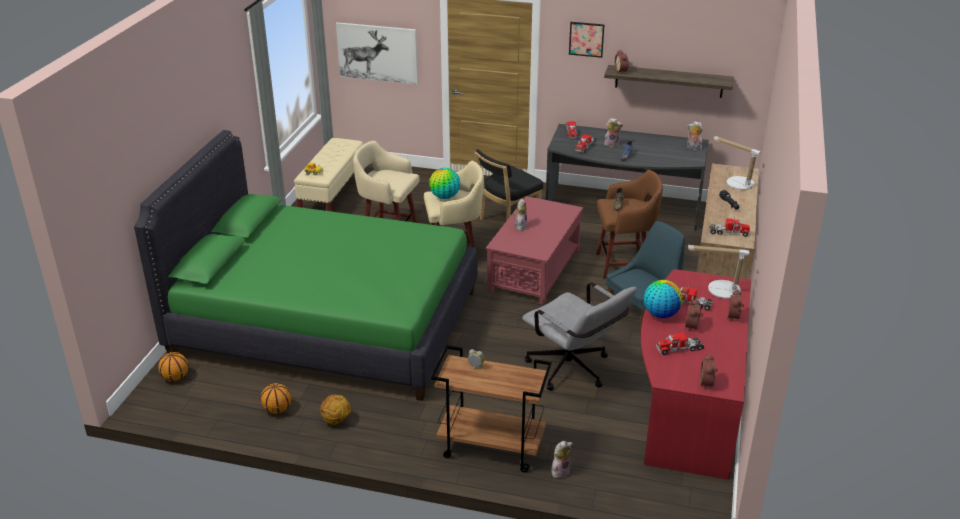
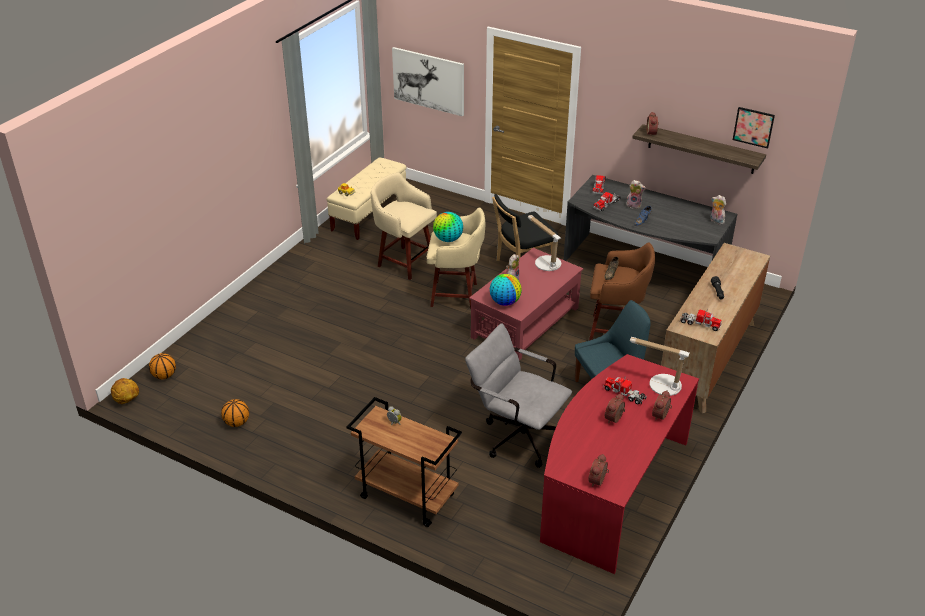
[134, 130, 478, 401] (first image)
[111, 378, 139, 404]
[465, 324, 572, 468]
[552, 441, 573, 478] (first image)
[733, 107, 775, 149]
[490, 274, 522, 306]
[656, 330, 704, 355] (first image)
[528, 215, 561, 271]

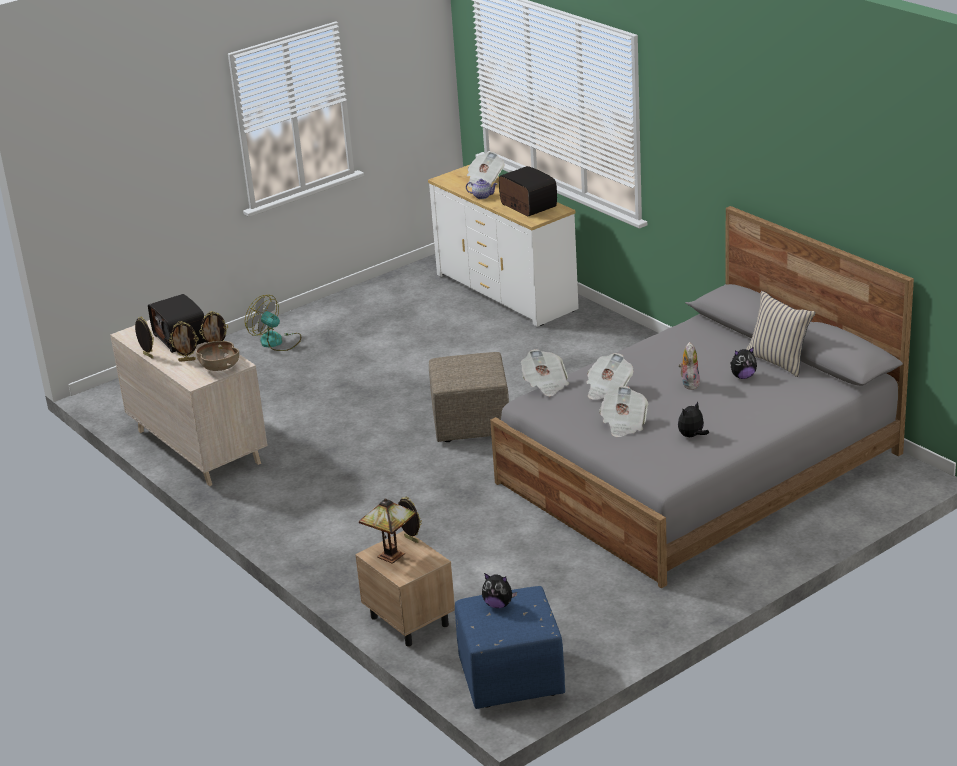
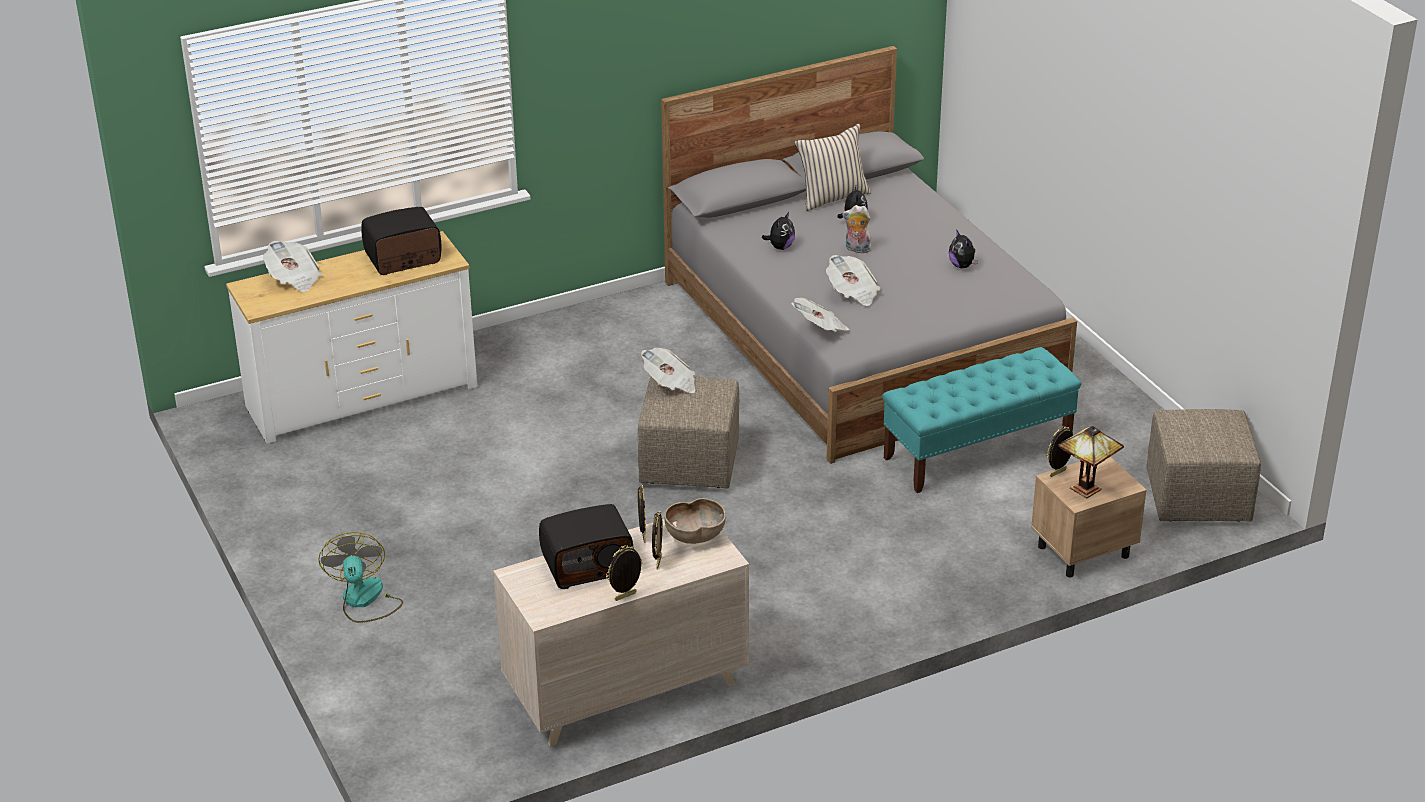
[318, 532, 403, 623]
[1146, 409, 1261, 522]
[466, 179, 497, 199] (first image)
[762, 212, 795, 250]
[641, 348, 695, 393]
[882, 347, 1081, 493]

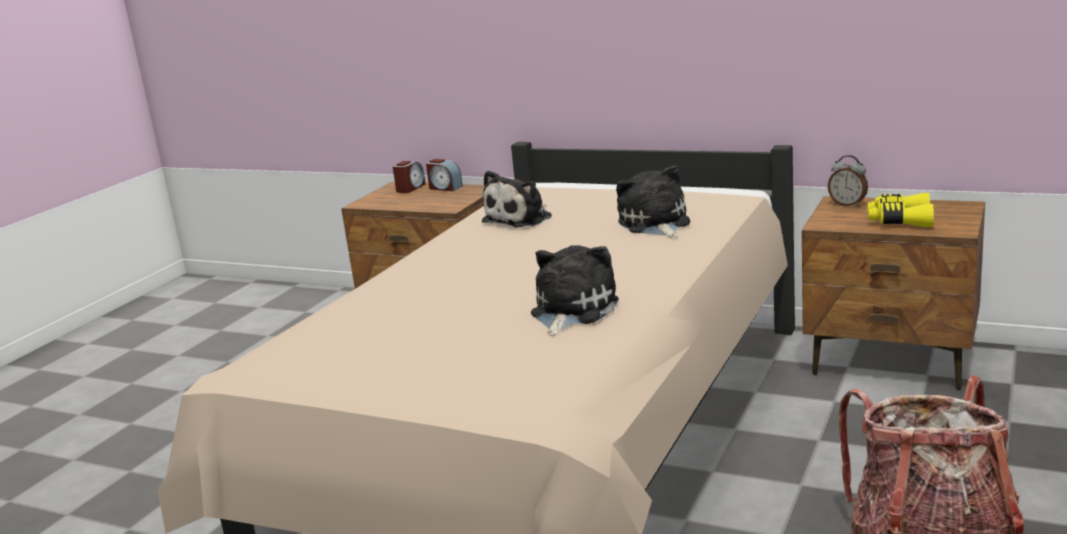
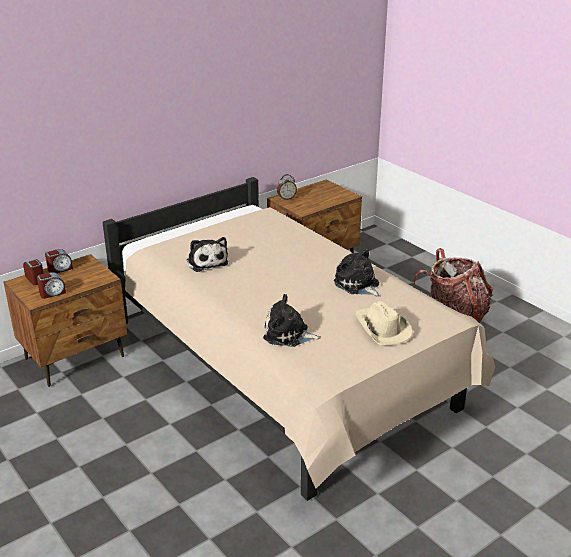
[263, 294, 322, 347]
[867, 193, 934, 227] (first image)
[37, 272, 66, 299]
[354, 301, 412, 345]

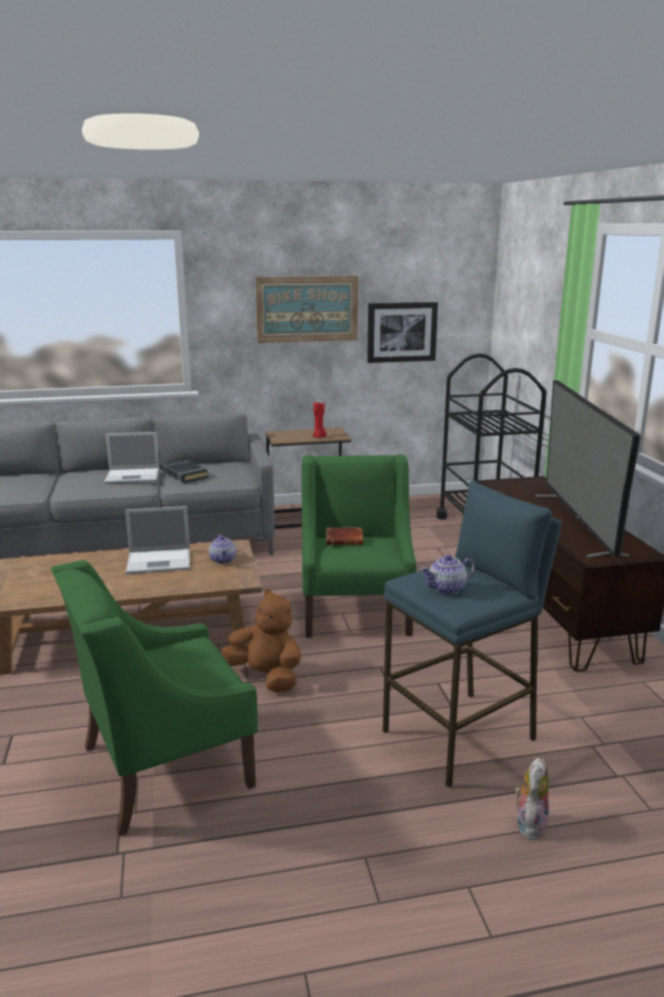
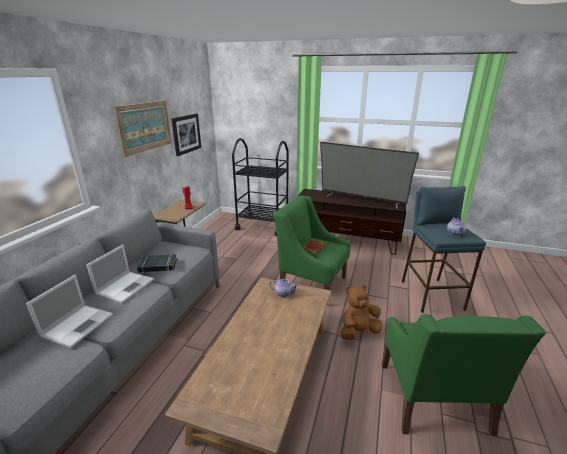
[26, 275, 113, 348]
[515, 757, 549, 840] (first image)

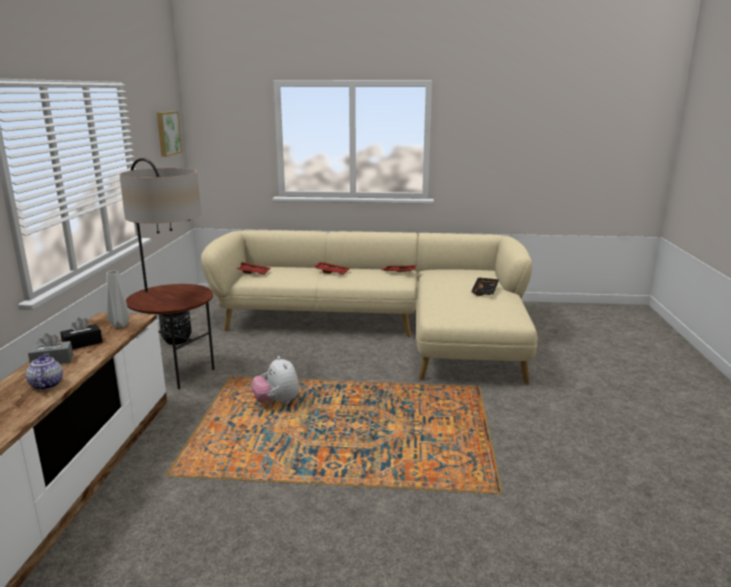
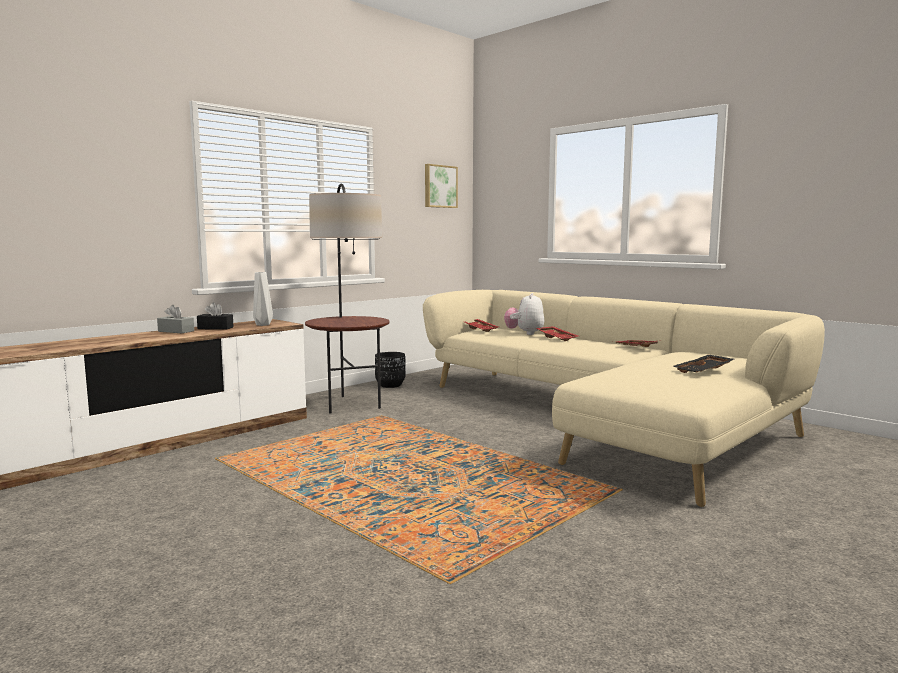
[26, 353, 63, 390] (first image)
[504, 293, 544, 335]

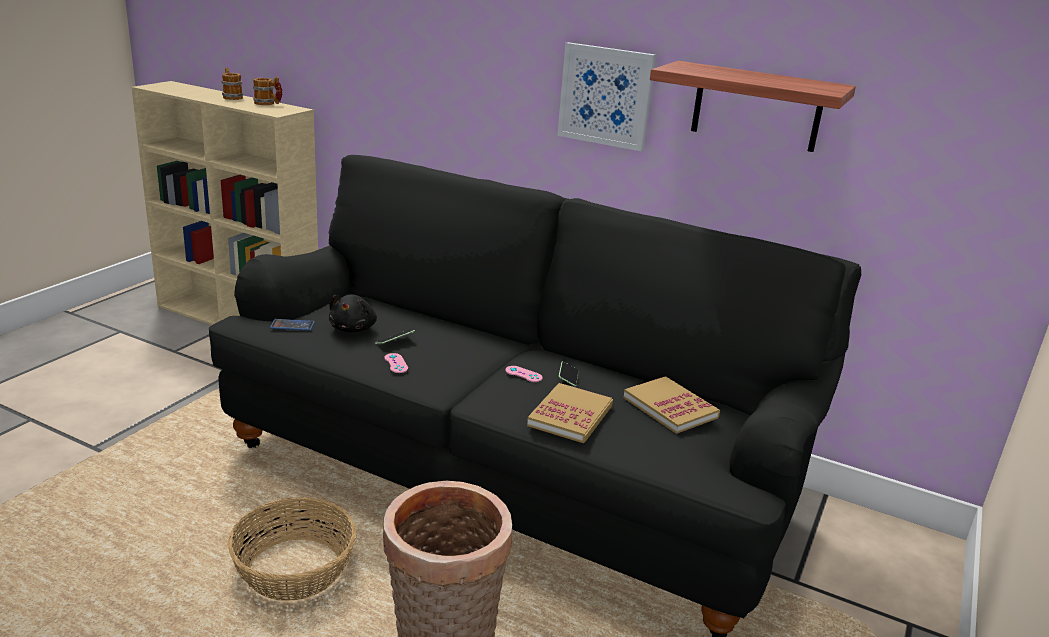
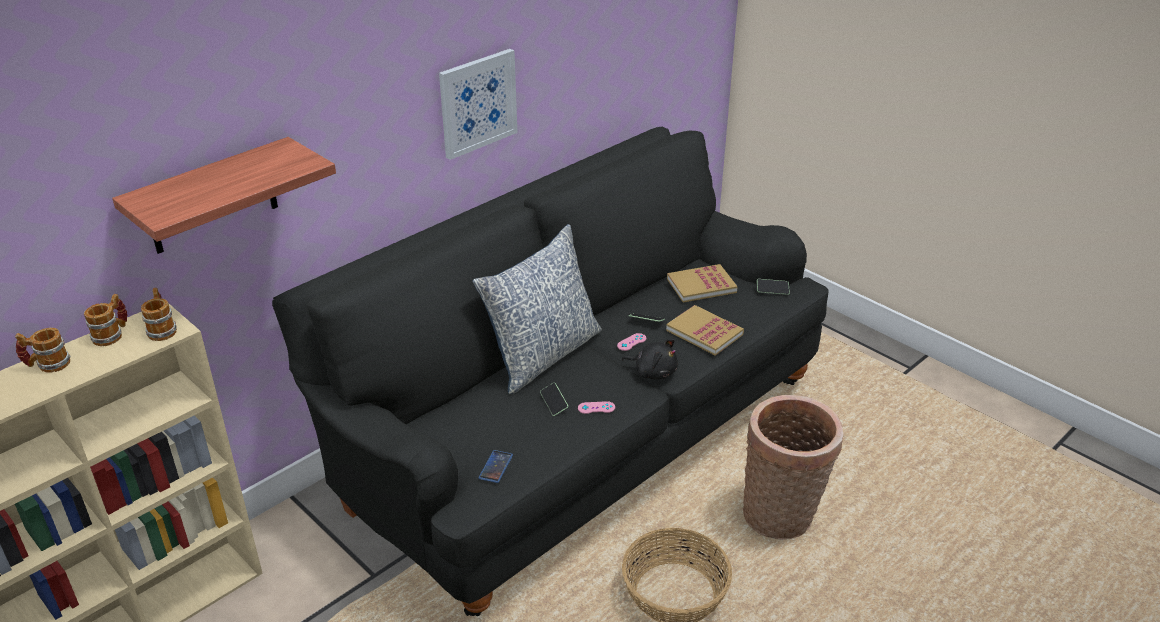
[622, 339, 678, 379]
[112, 137, 336, 254]
[141, 288, 177, 341]
[472, 224, 602, 394]
[757, 279, 790, 295]

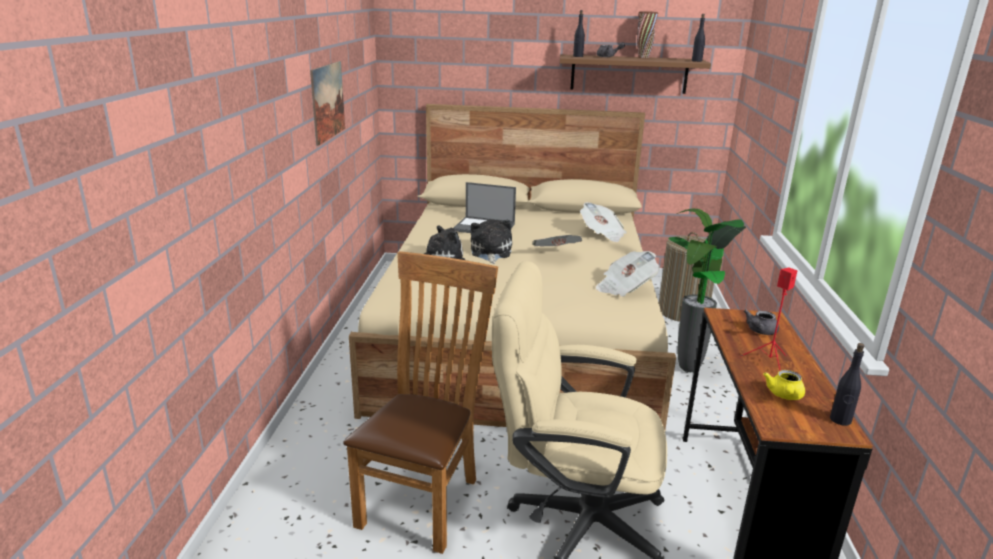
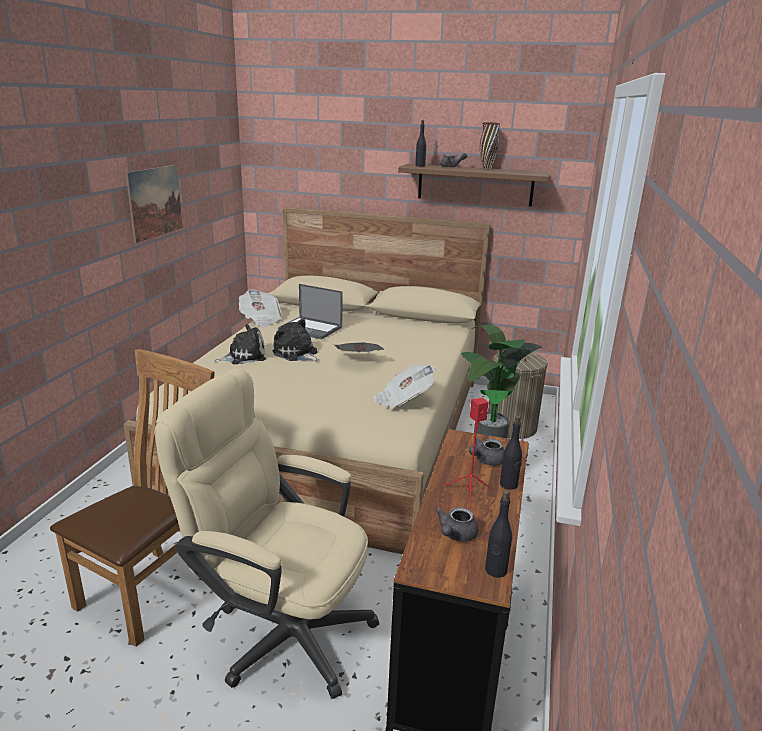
[272, 318, 320, 361]
[239, 289, 282, 328]
[500, 416, 522, 490]
[435, 507, 478, 542]

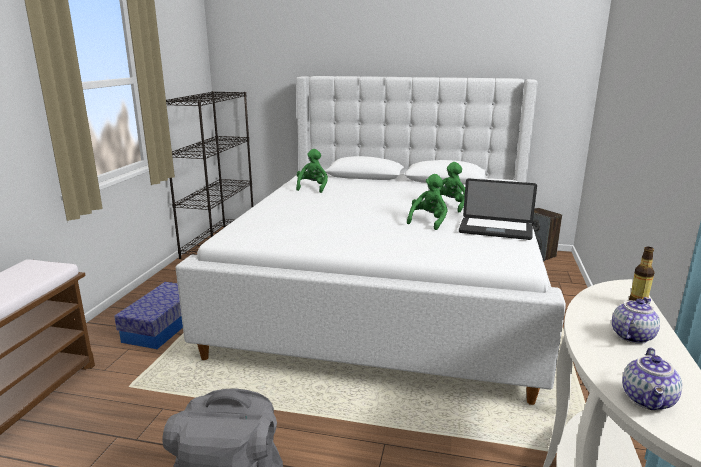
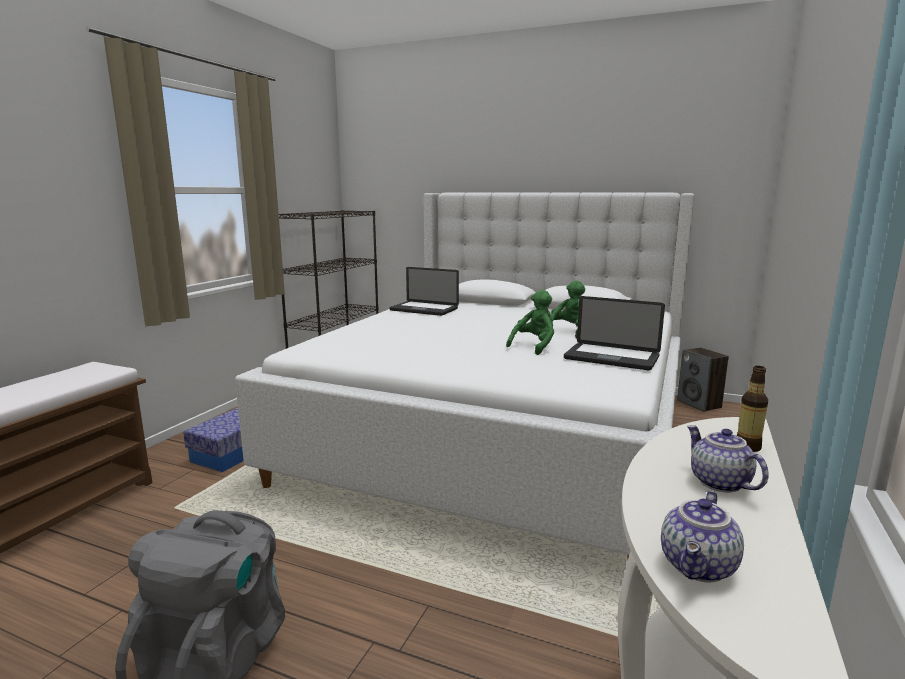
[390, 267, 459, 316]
[687, 425, 769, 493]

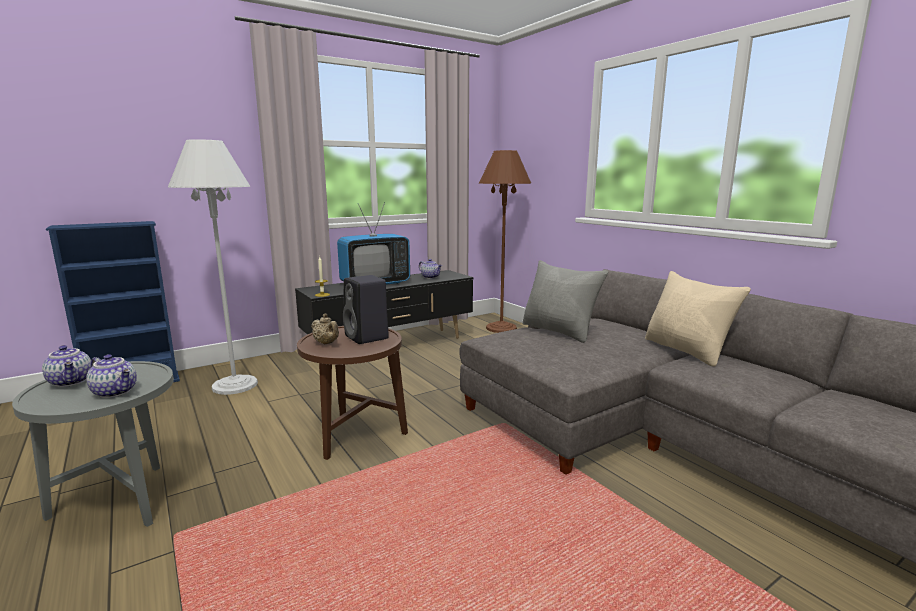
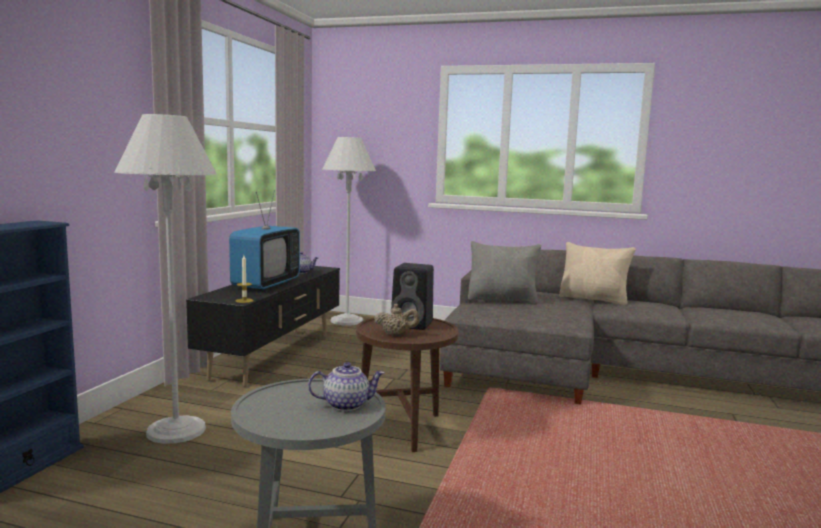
[42, 345, 91, 387] (first image)
[322, 137, 376, 326]

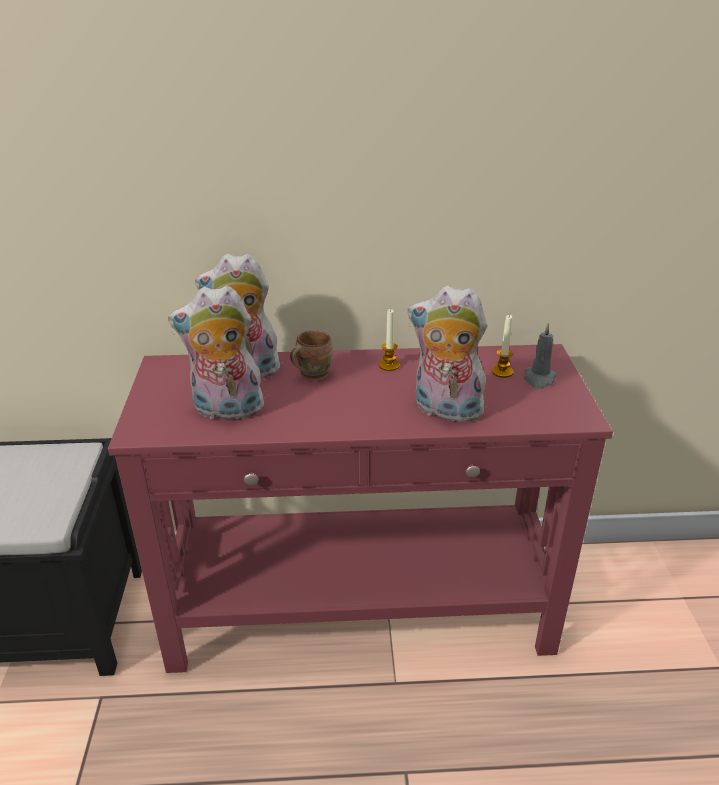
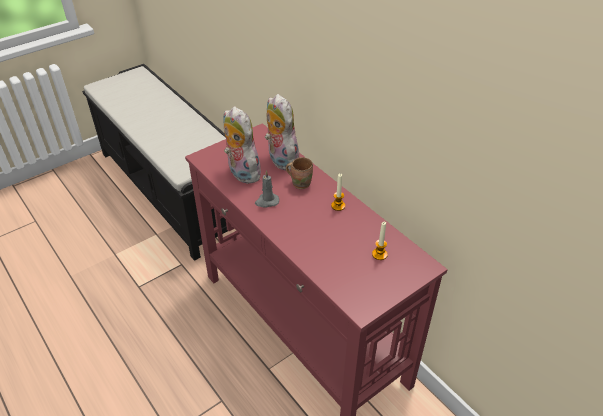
[408, 286, 488, 422] (first image)
[255, 171, 279, 208]

